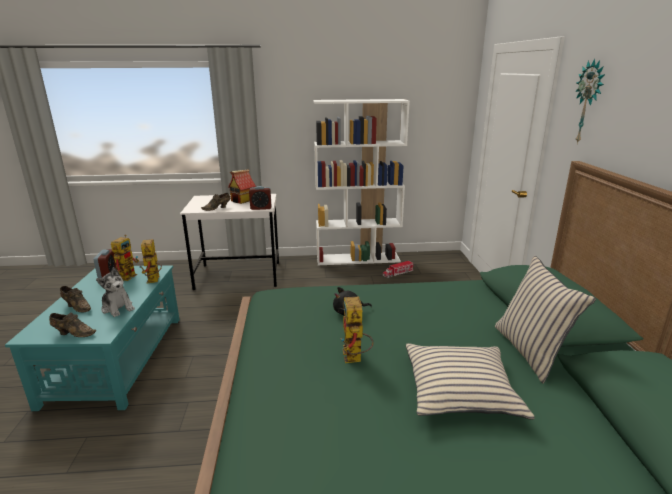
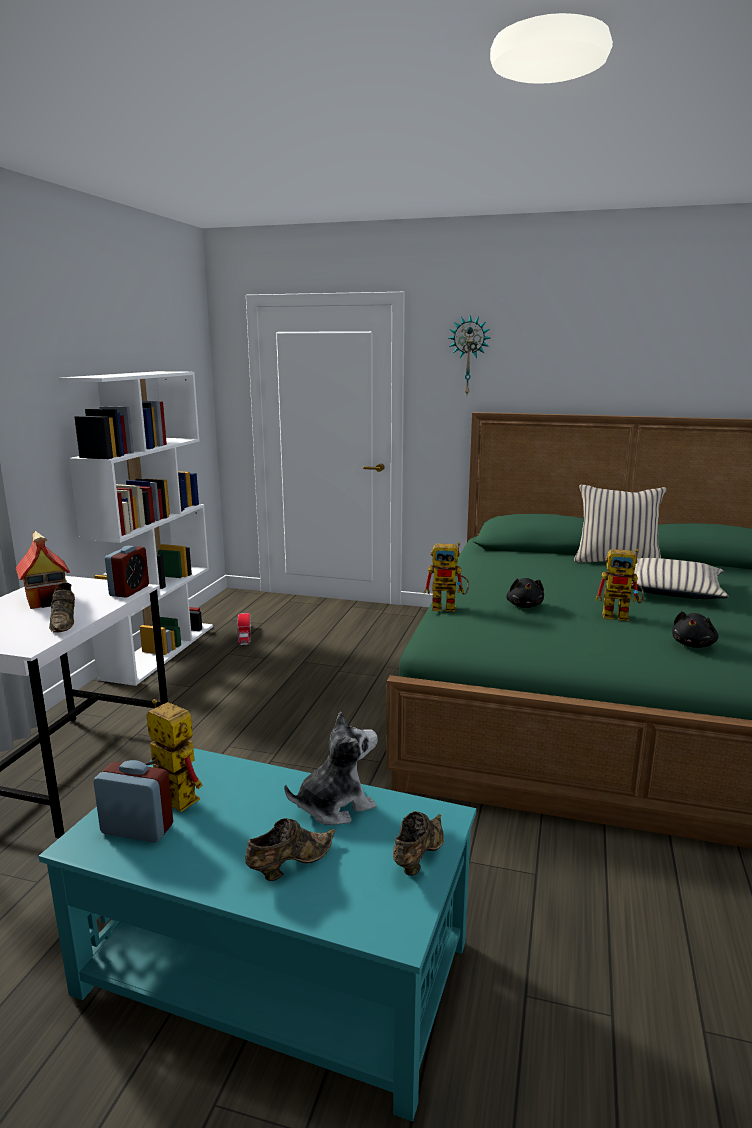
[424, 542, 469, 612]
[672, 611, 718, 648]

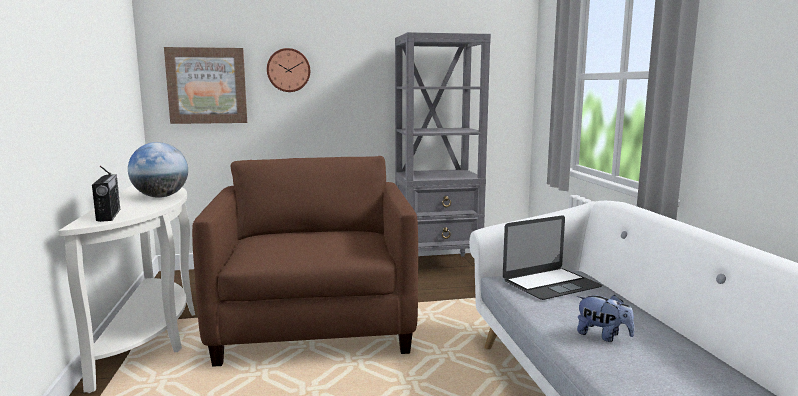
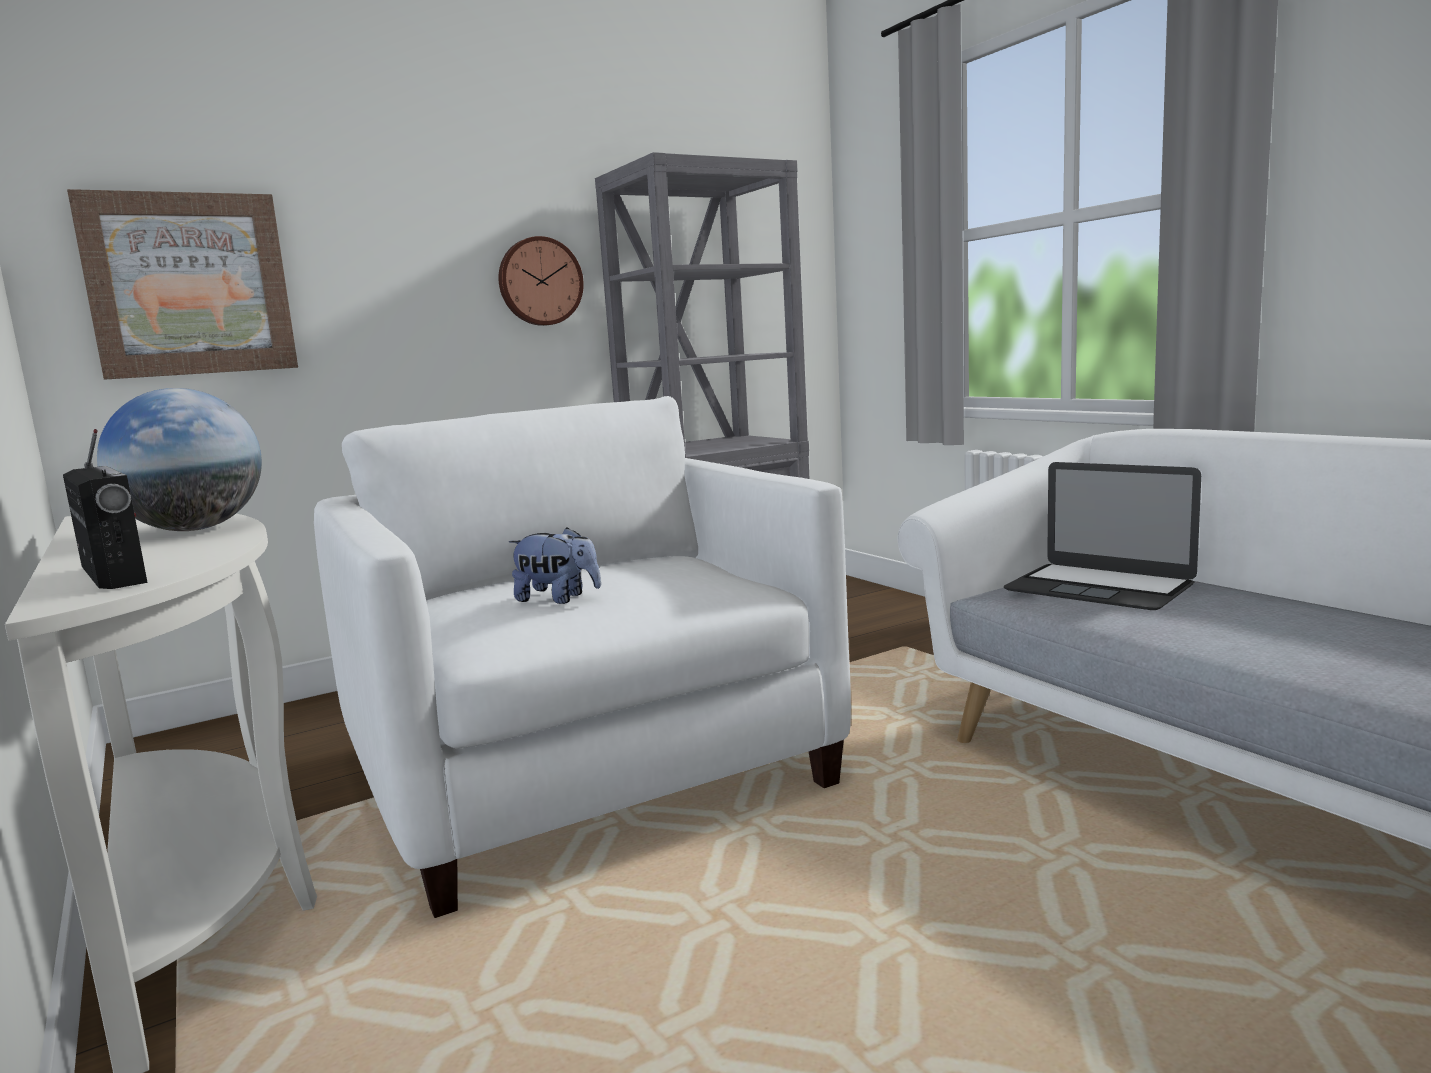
[314, 396, 851, 918]
[498, 236, 584, 326]
[1003, 462, 1201, 610]
[509, 527, 601, 604]

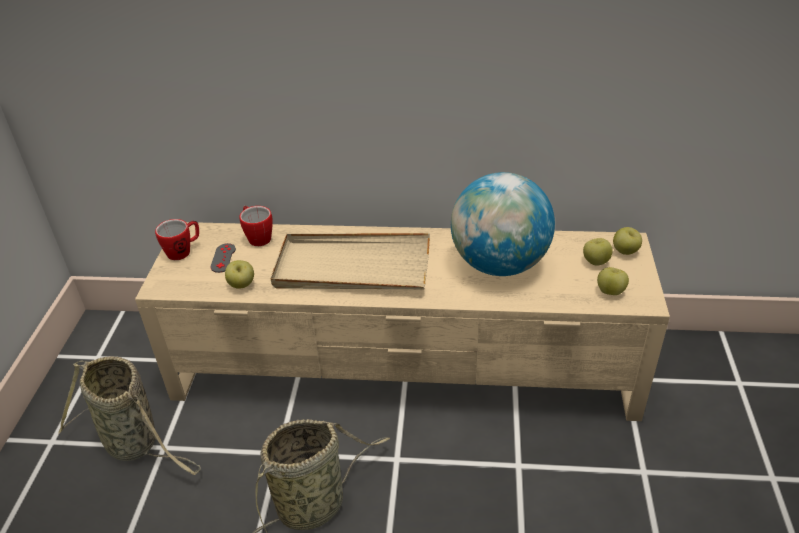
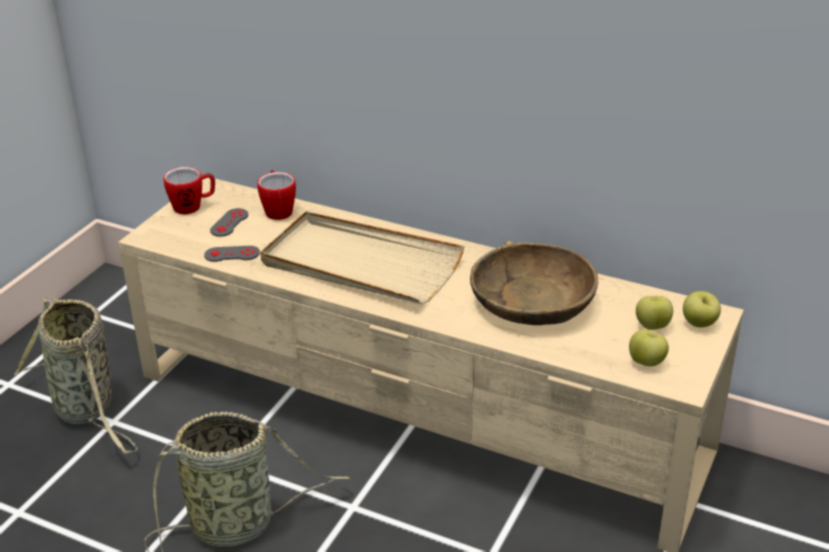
[204, 246, 260, 262]
[470, 241, 598, 325]

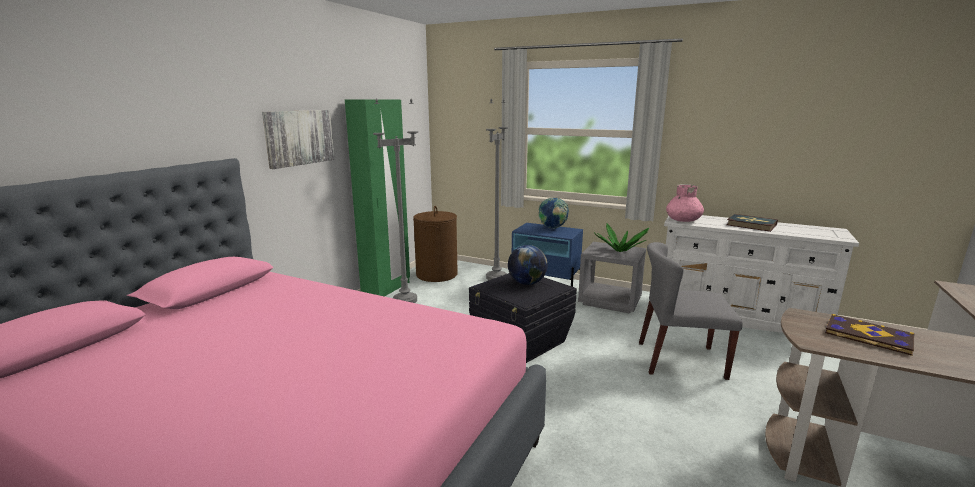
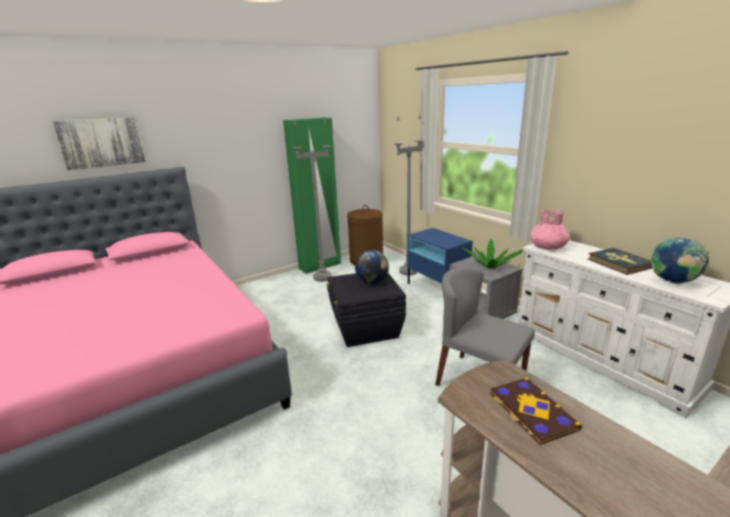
[53, 117, 146, 170]
[651, 237, 709, 284]

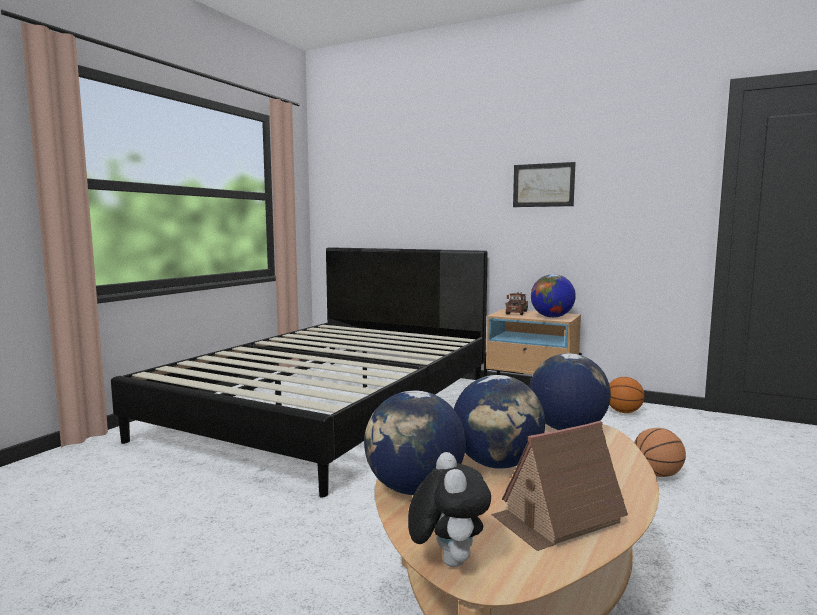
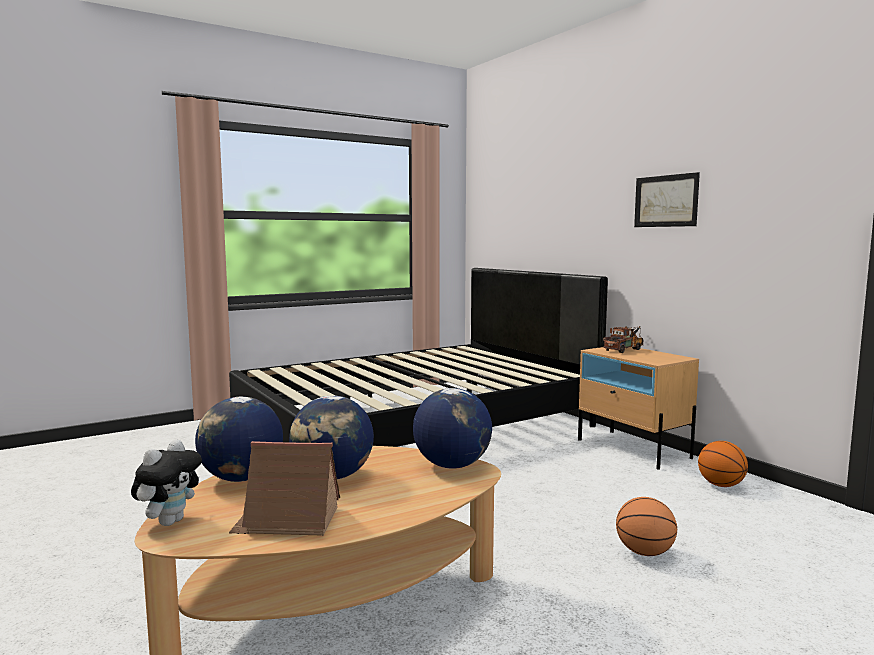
[531, 274, 576, 318] (first image)

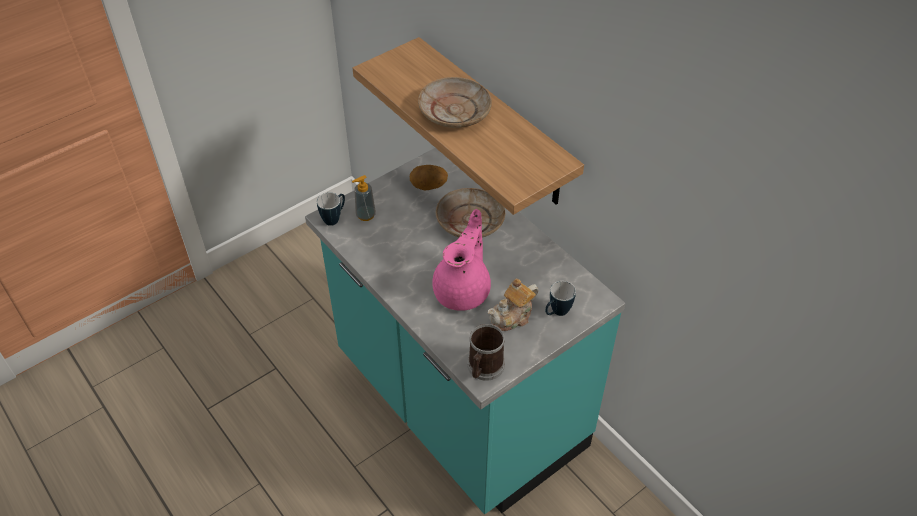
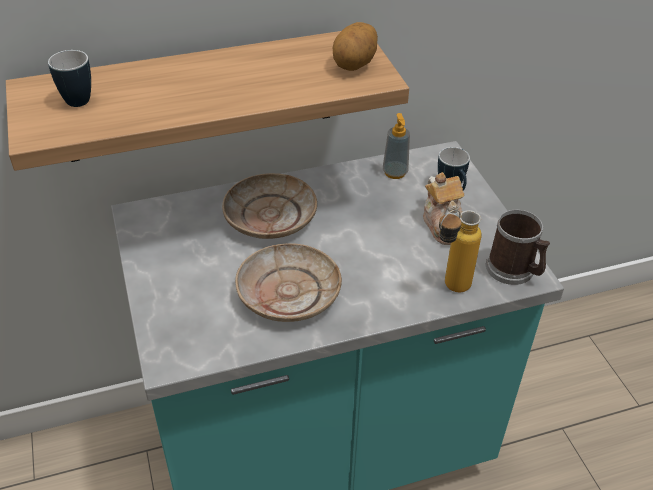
[48, 50, 91, 107]
[383, 113, 410, 179]
[333, 22, 378, 71]
[235, 243, 342, 322]
[432, 209, 491, 311] (first image)
[439, 210, 482, 292]

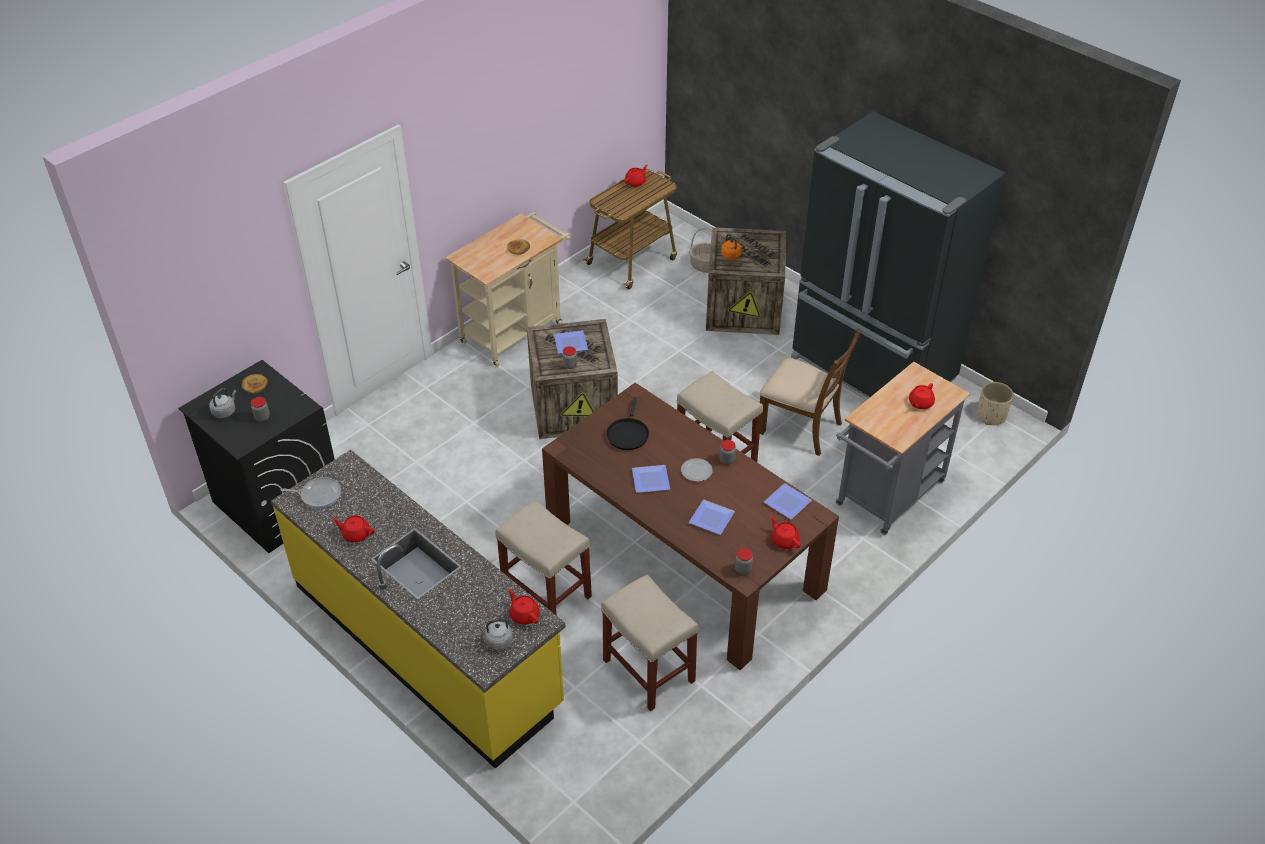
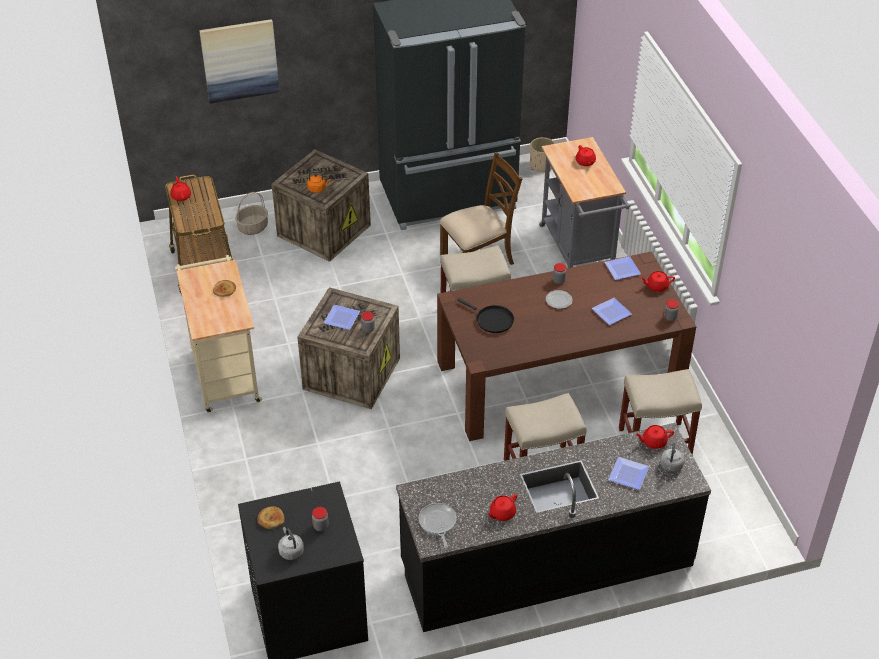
[396, 423, 711, 632]
[419, 503, 457, 548]
[608, 457, 649, 490]
[199, 19, 280, 104]

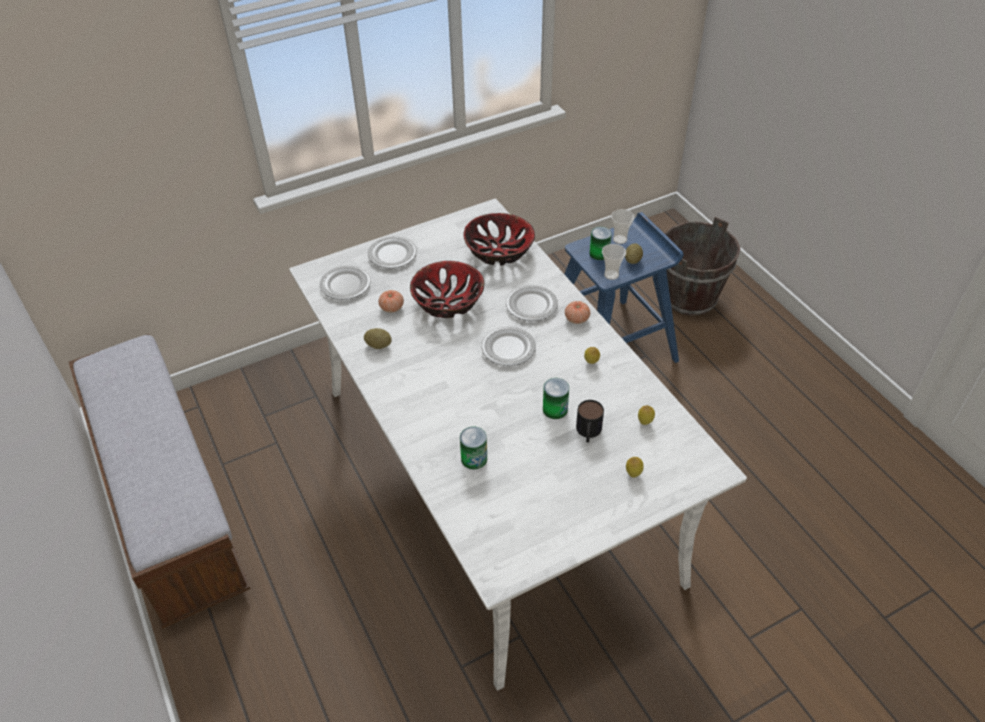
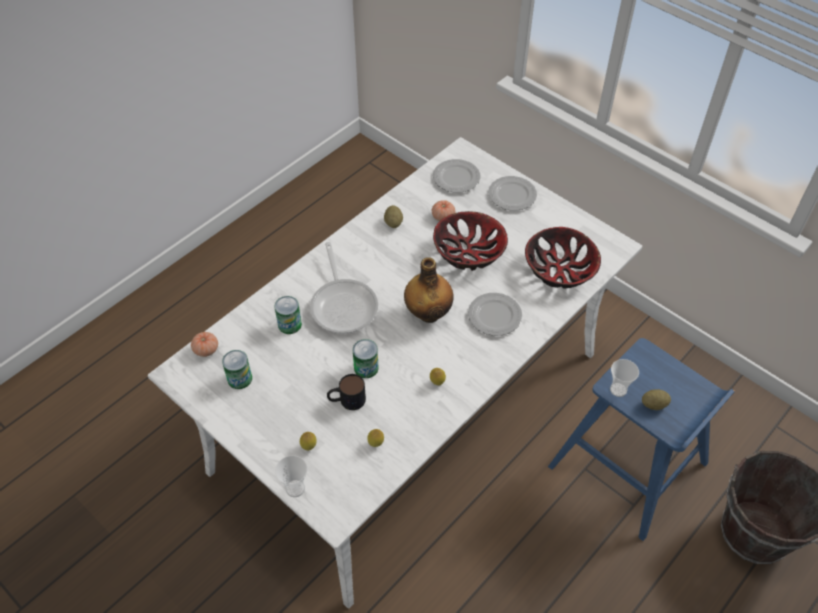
[69, 334, 251, 629] (first image)
[404, 257, 454, 323]
[191, 332, 218, 357]
[222, 350, 252, 389]
[275, 455, 307, 497]
[310, 242, 378, 334]

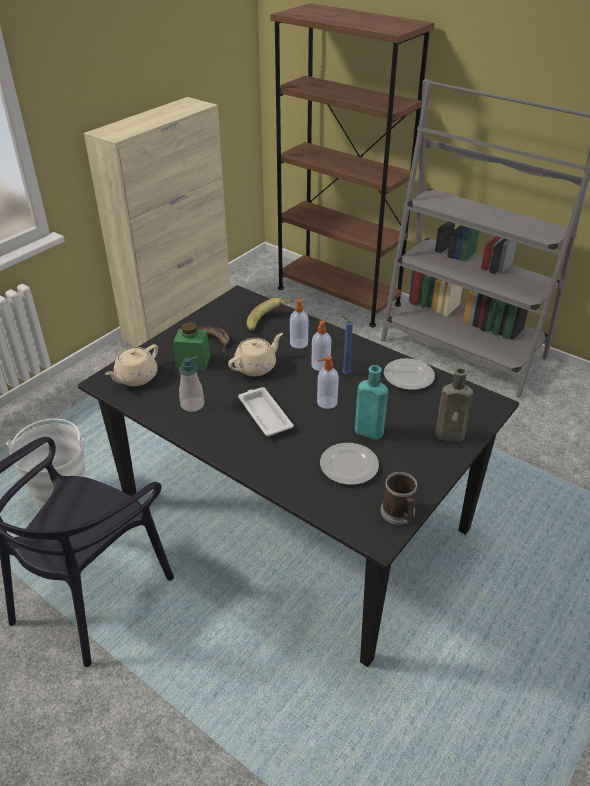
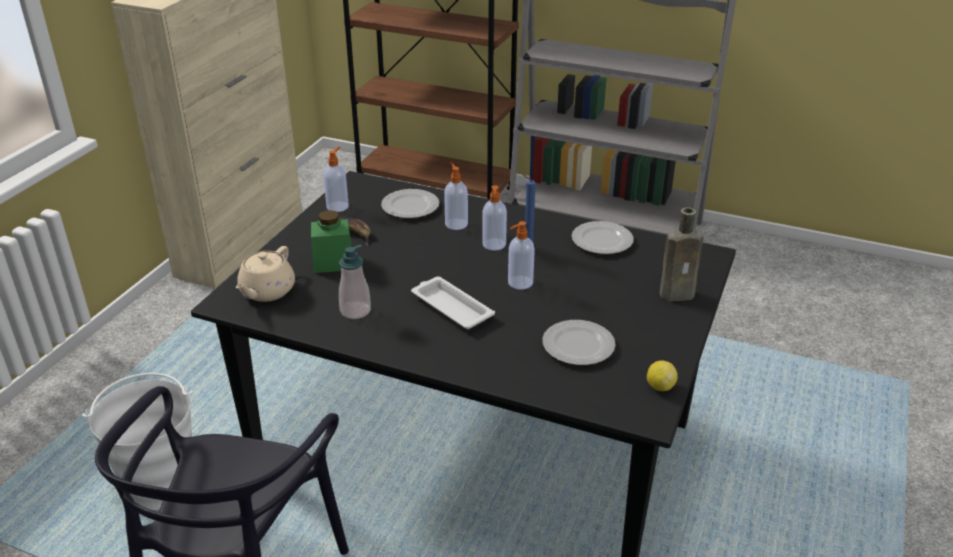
[228, 333, 283, 376] (first image)
[381, 189, 439, 218]
[355, 365, 388, 440] (first image)
[647, 360, 677, 391]
[323, 147, 349, 212]

